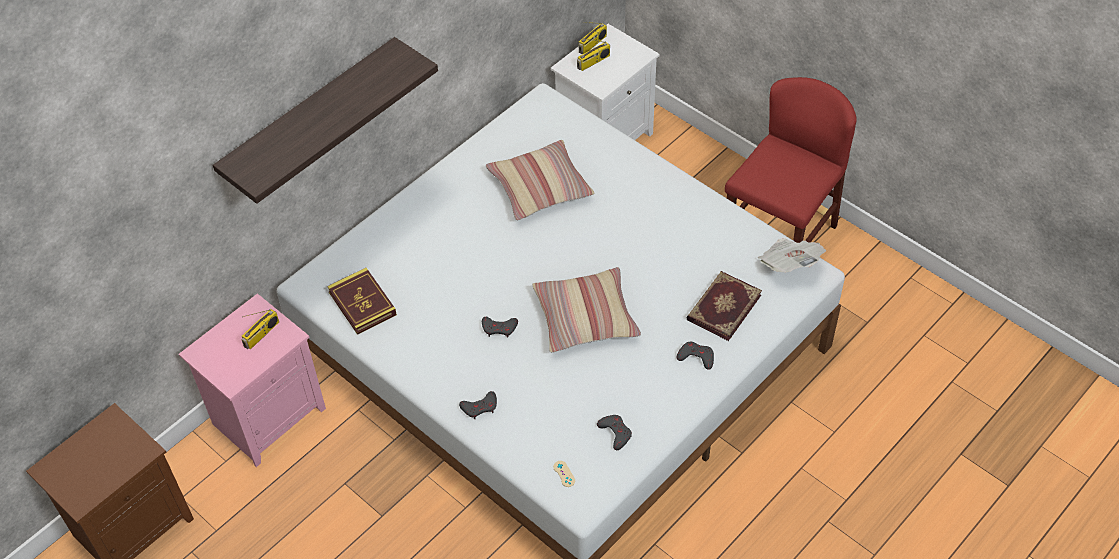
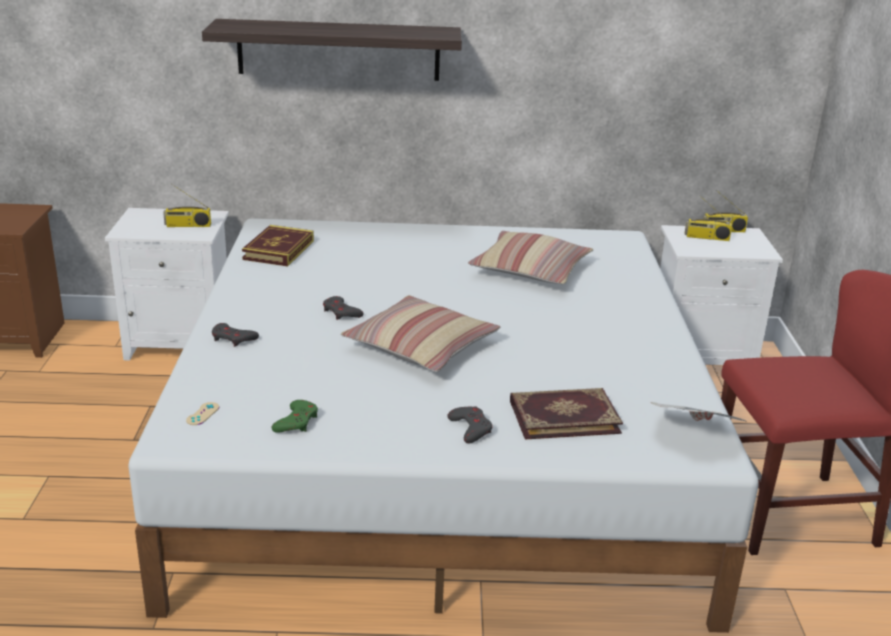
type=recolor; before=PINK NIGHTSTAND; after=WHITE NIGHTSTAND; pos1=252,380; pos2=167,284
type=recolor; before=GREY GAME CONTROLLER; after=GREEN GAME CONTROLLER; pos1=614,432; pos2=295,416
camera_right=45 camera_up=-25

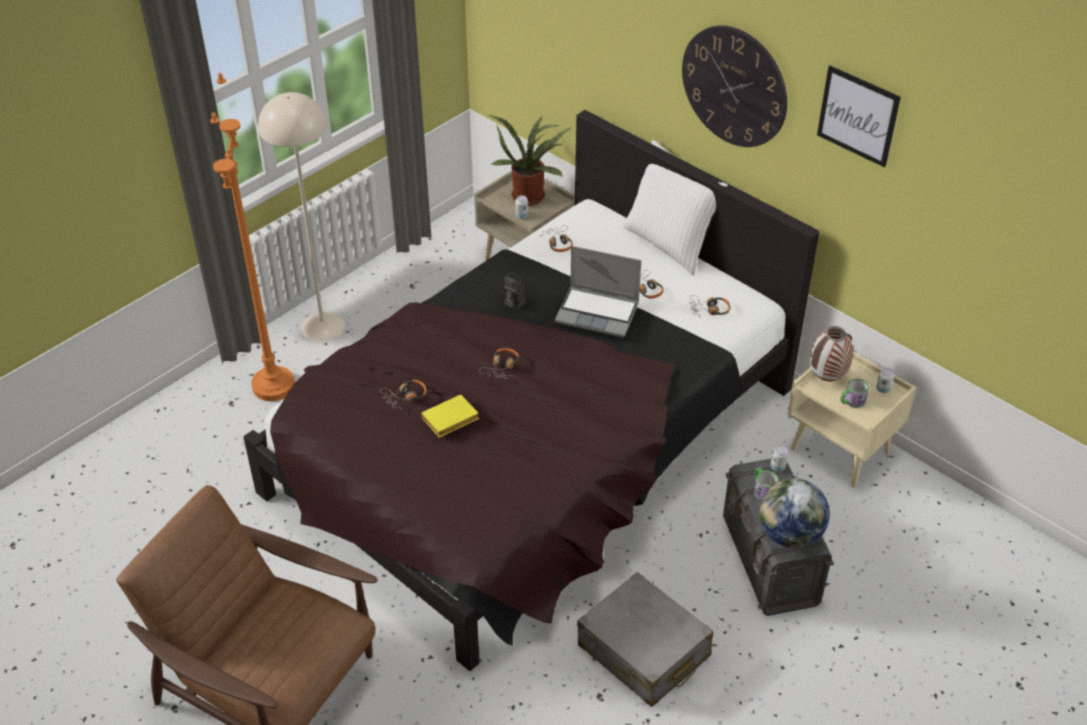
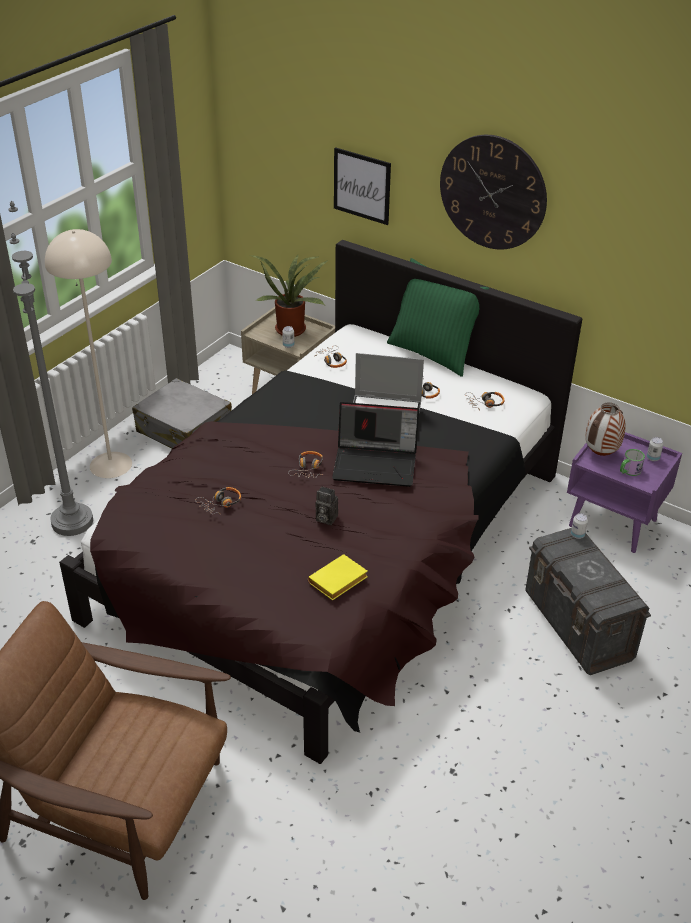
type=move; before=PICTURE; pos1=859,116; pos2=362,186
type=recolor; before=ORANGE FLOOR LAMP; after=GREY FLOOR LAMP; pos1=252,237; pos2=51,368
type=recolor; before=WHITE PILLOW; after=GREEN PILLOW; pos1=675,207; pos2=438,317
type=move; before=PHOTO CAMERA; pos1=515,291; pos2=326,505
type=recolor; before=BEIGE NIGHTSTAND; after=PURPLE NIGHTSTAND; pos1=852,419; pos2=624,492
type=move; before=YELLOW BOOK; pos1=450,416; pos2=338,577
type=delete; before=MUG; pos1=766,484
type=delete; before=GLOBE; pos1=794,513
type=move; before=GREY SUITCASE; pos1=645,639; pos2=182,413
type=insert; after=LAPTOP; pos2=375,444
camera_right=-10 camera_up=-5

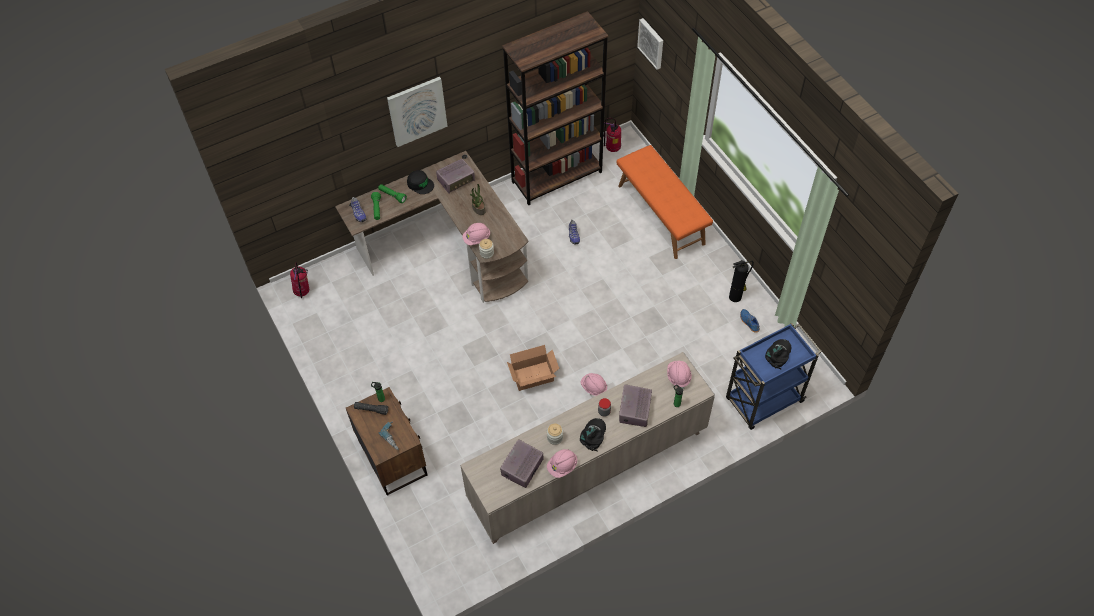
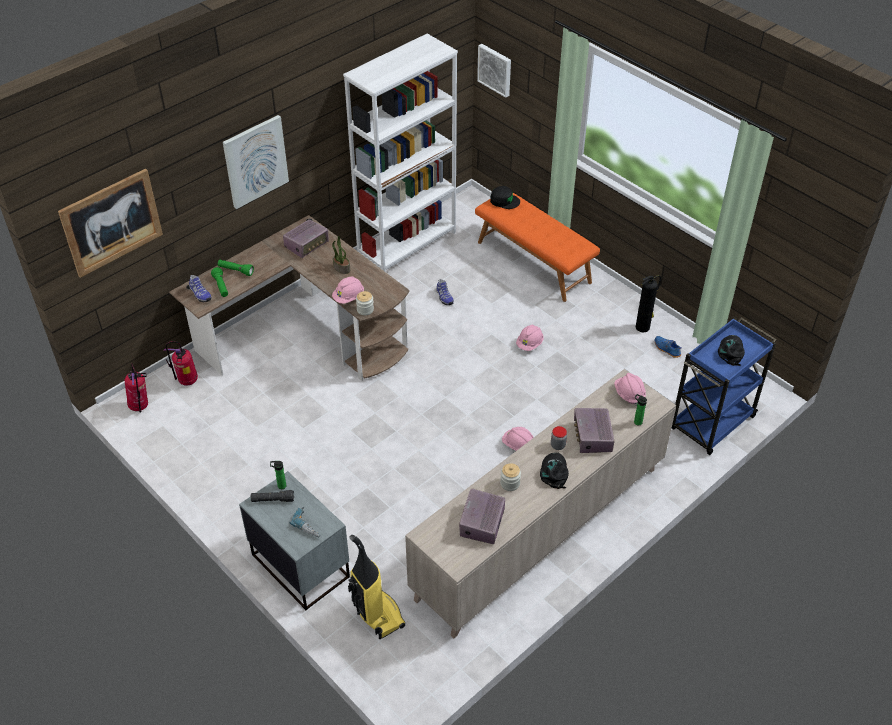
type=recolor; before=BROWN BOOKCASE; after=WHITE BOOKCASE; pos1=555,108; pos2=400,153
type=move; before=FIRE EXTINGUISHER; pos1=612,135; pos2=181,363
type=move; before=BLACK CAP; pos1=420,182; pos2=505,197
type=delete; before=CARDBOARD BOX; pos1=533,368
type=recolor; before=BROWN NIGHTSTAND; after=GREY NIGHTSTAND; pos1=386,441; pos2=294,541
type=move; before=PINK HARD HAT; pos1=562,463; pos2=530,338
type=insert; after=PICTURE; pos2=110,223
type=insert; after=VACUUM CLEANER; pos2=376,587
camera_right=-15 camera_up=-10

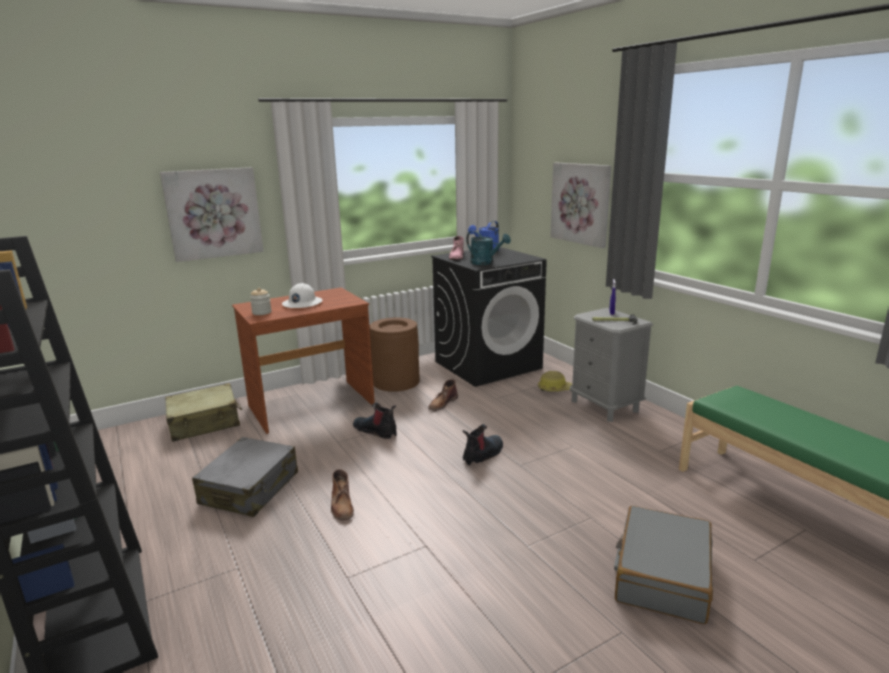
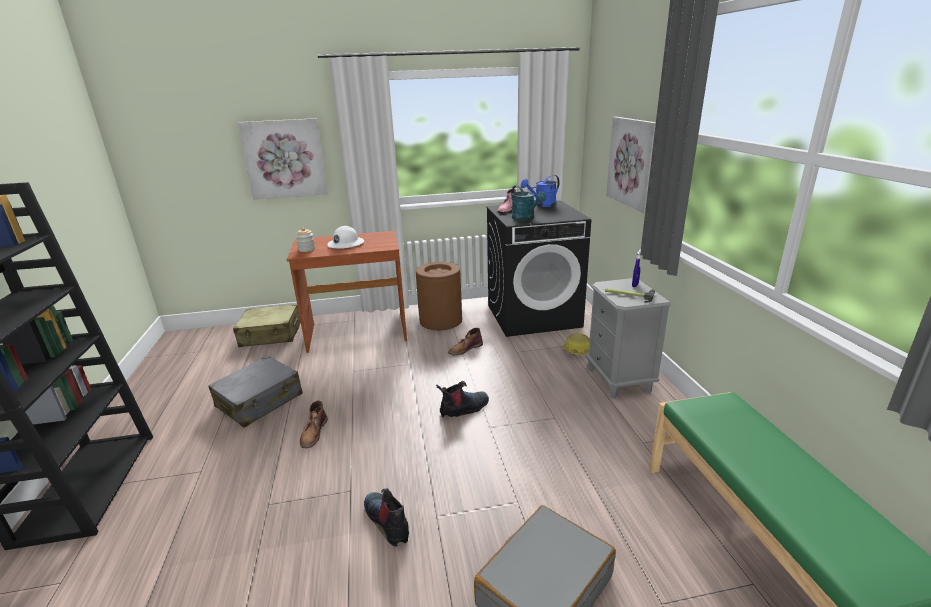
type=move; before=BOOT; pos1=375,421; pos2=386,517
camera_right=20 camera_up=5

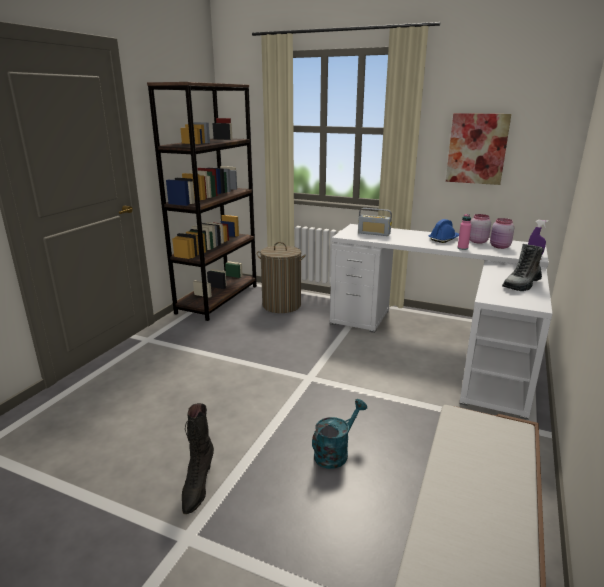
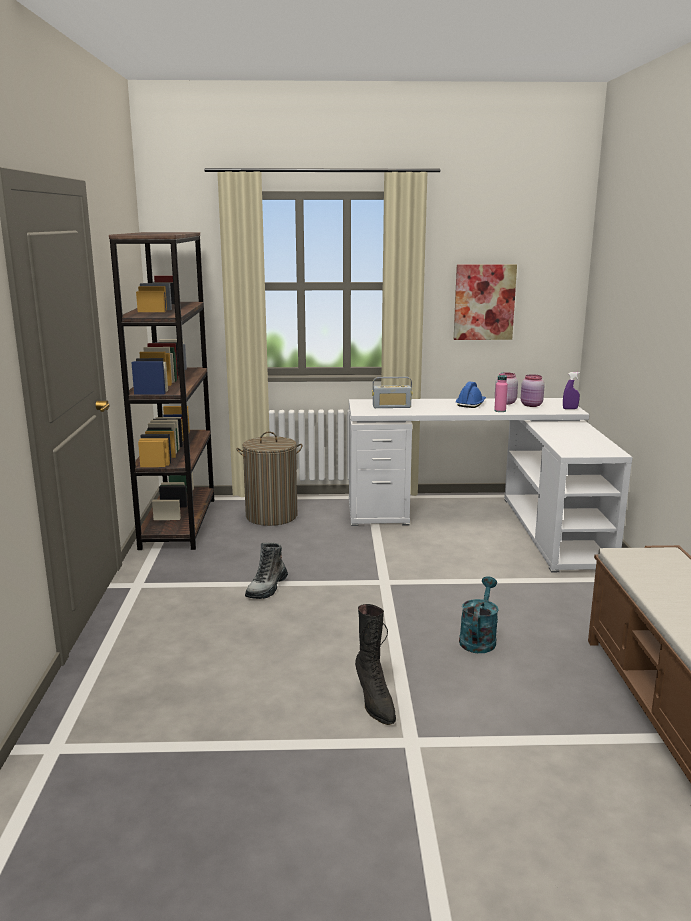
type=move; before=BOOT; pos1=523,267; pos2=266,570
camera_right=-25 camera_up=-5

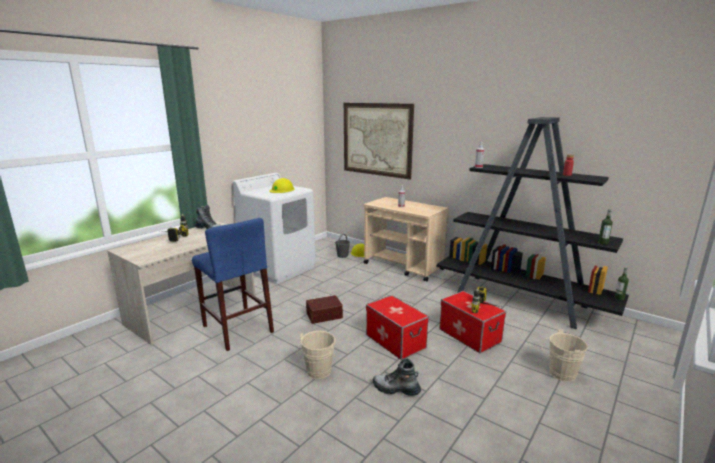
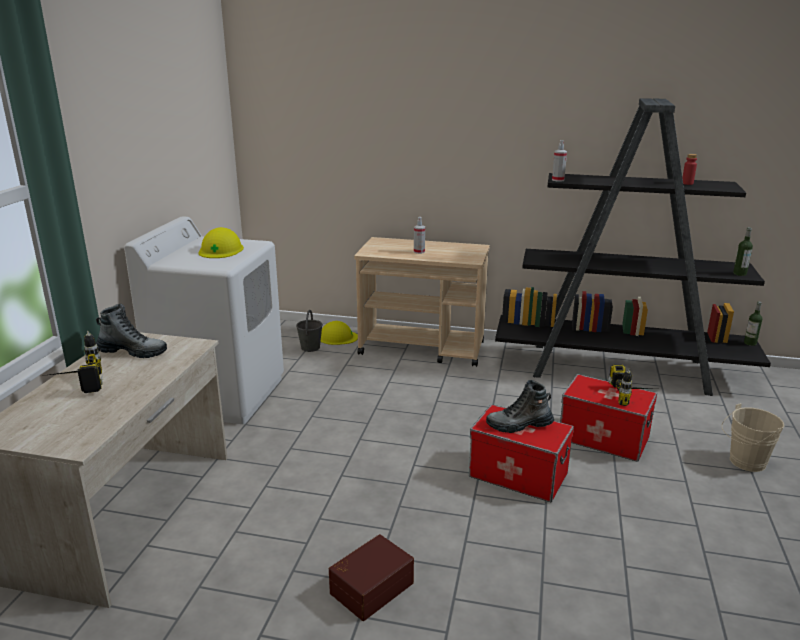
type=delete; before=PICTURE; pos1=379,141
type=delete; before=BLUE STOOL; pos1=233,284
type=move; before=BROWN STORAGE BOX; pos1=324,309; pos2=371,577
type=delete; before=BEIGE BUCKET; pos1=316,355
type=move; before=BOOT; pos1=397,377; pos2=520,406
camera_right=-25 camera_up=5

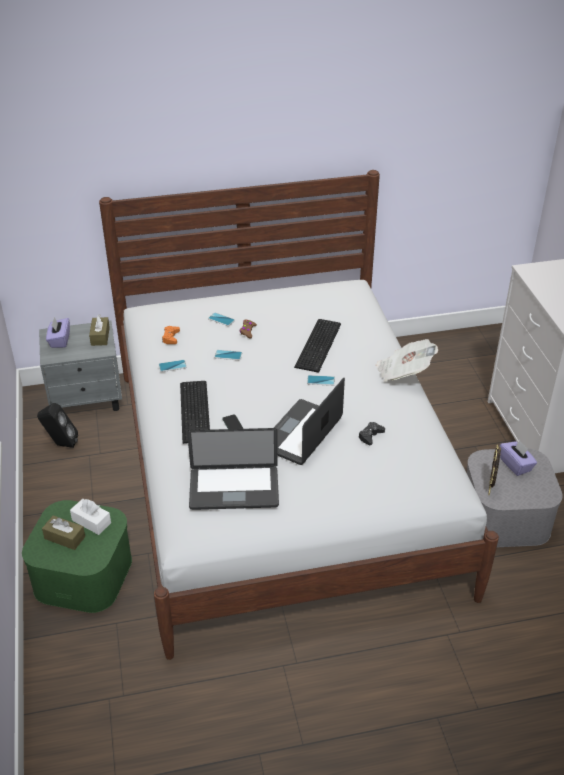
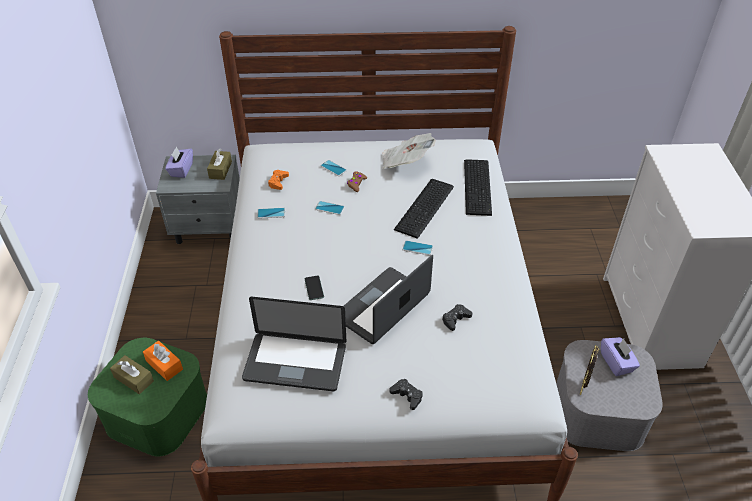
type=move; before=NEWSPAPER; pos1=407,360; pos2=409,151
type=move; before=KEYBOARD; pos1=195,412; pos2=478,187
type=delete; before=BLACK SPEAKER; pos1=57,425
type=recolor; before=WHITE TISSUE BOX; after=ORANGE TISSUE BOX; pos1=90,517; pos2=163,361
type=insert; after=BLACK GAME CONTROLLER; pos2=406,394
camera_right=10 camera_up=5

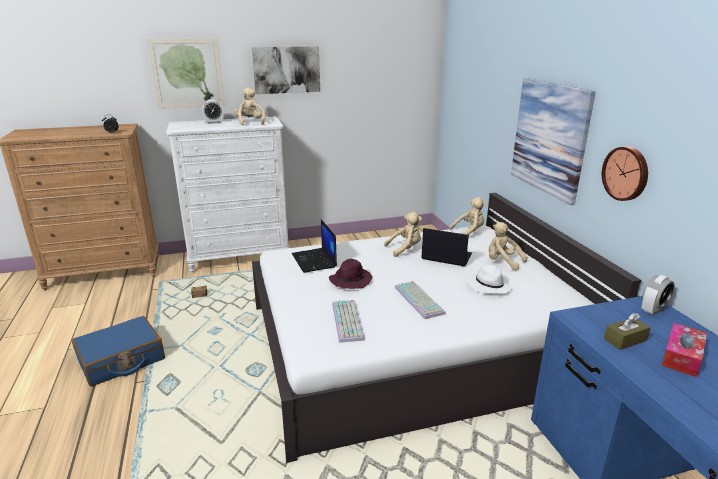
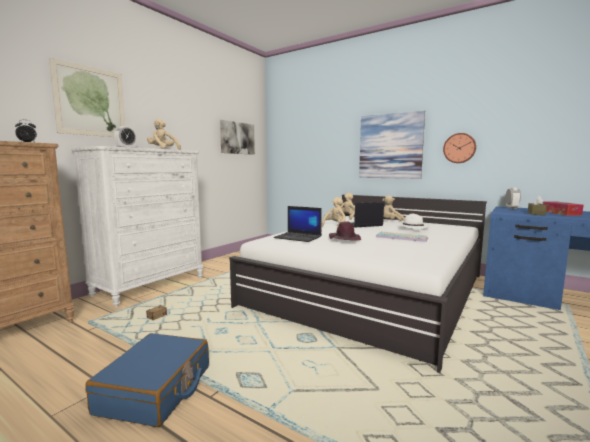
type=move; before=PICTURE; pos1=286,70; pos2=237,137
type=delete; before=KEYBOARD; pos1=348,321
camera_right=-40 camera_up=-15

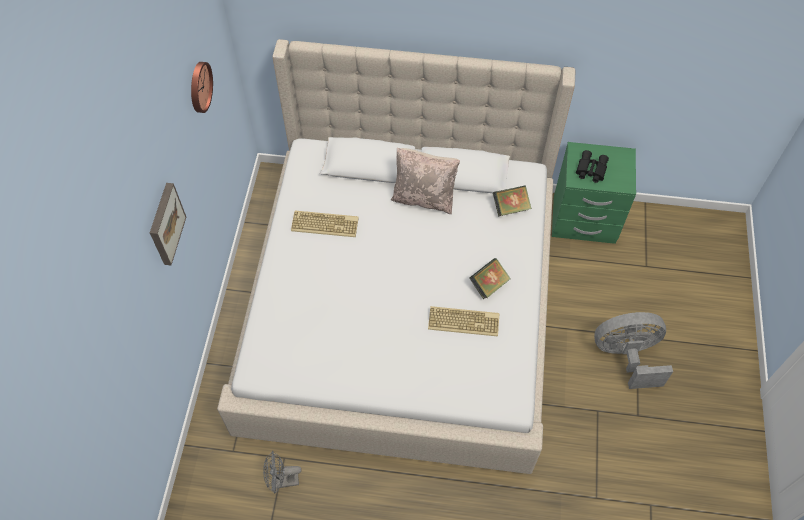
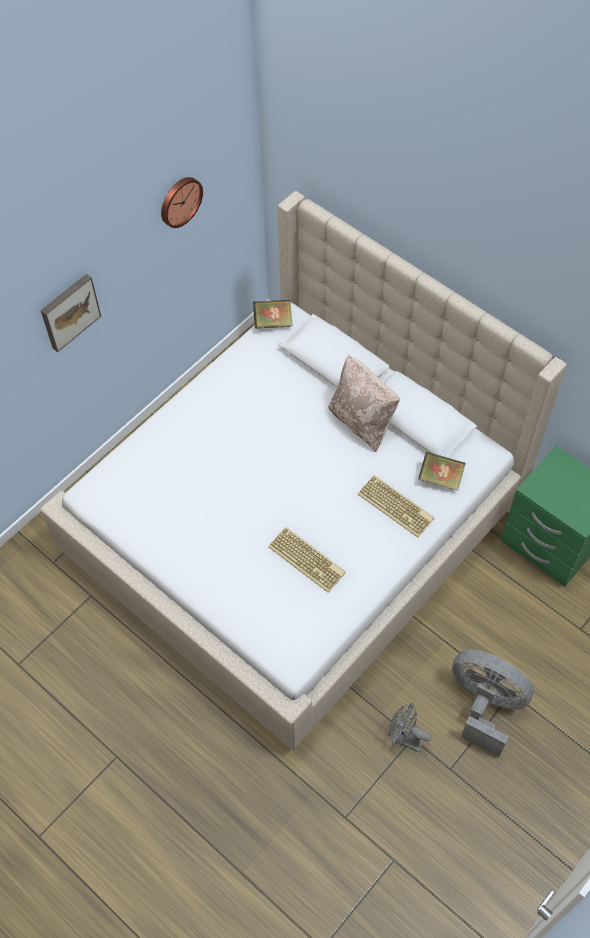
type=delete; before=BLACK BINOCULARS; pos1=592,166
type=move; before=KEYBOARD; pos1=325,224; pos2=395,506
type=move; before=BOOK; pos1=490,278; pos2=273,314
type=move; before=GREY FAN; pos1=282,472; pos2=409,727
camera_right=35 camera_up=0

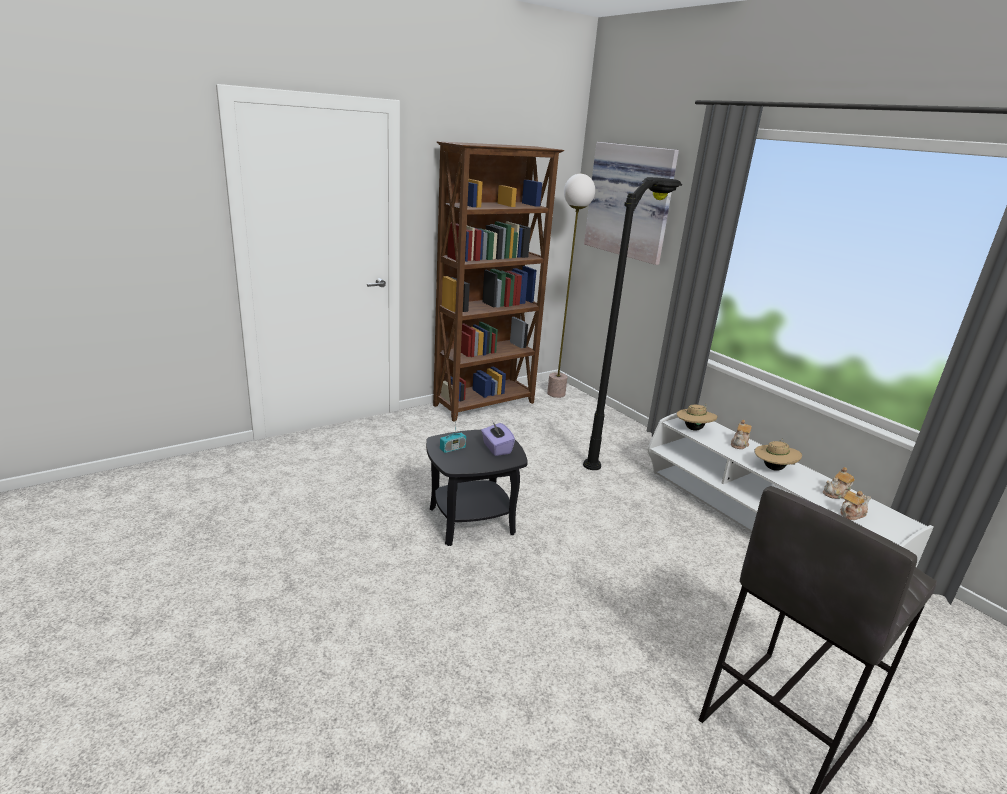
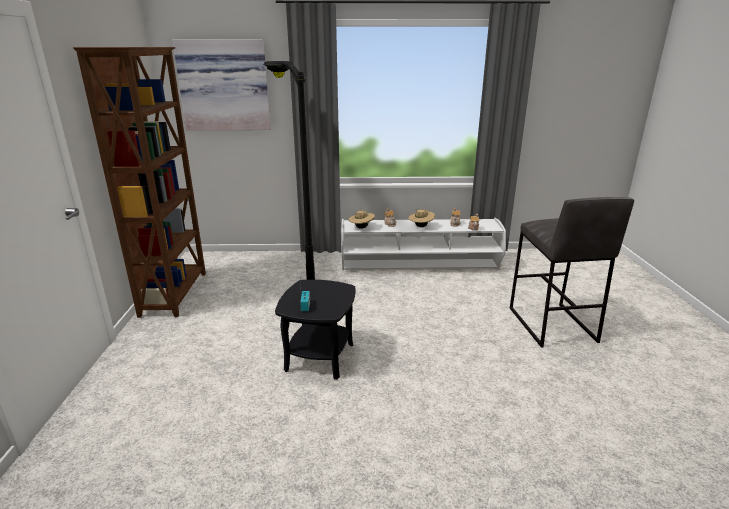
type=delete; before=FLOOR LAMP; pos1=571,286
type=delete; before=PURPLE TISSUE BOX; pos1=498,439
camera_right=-55 camera_up=0

